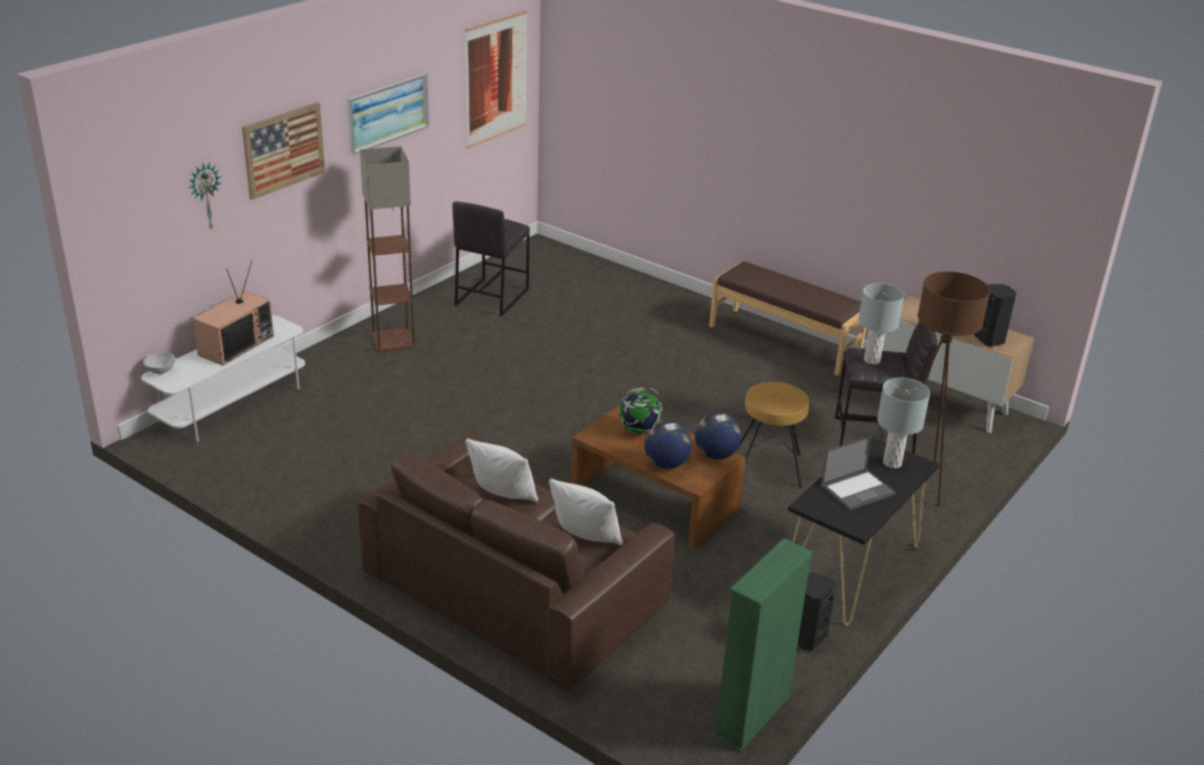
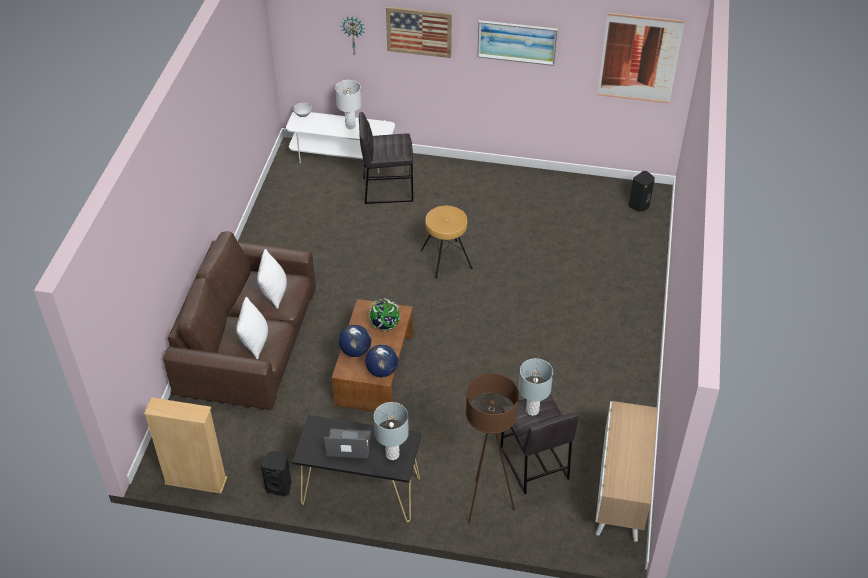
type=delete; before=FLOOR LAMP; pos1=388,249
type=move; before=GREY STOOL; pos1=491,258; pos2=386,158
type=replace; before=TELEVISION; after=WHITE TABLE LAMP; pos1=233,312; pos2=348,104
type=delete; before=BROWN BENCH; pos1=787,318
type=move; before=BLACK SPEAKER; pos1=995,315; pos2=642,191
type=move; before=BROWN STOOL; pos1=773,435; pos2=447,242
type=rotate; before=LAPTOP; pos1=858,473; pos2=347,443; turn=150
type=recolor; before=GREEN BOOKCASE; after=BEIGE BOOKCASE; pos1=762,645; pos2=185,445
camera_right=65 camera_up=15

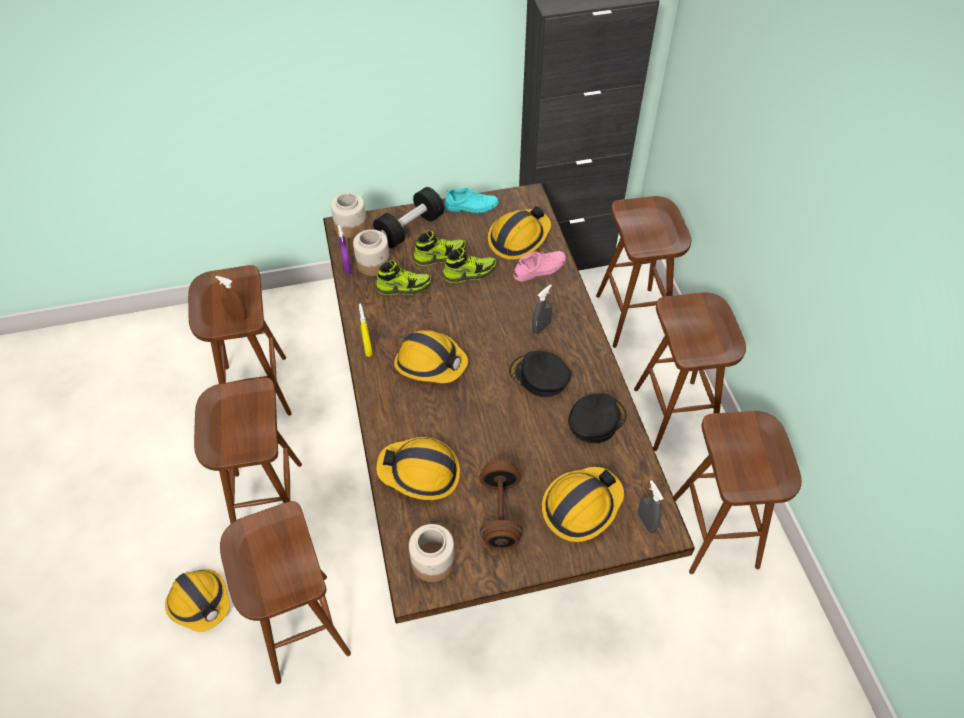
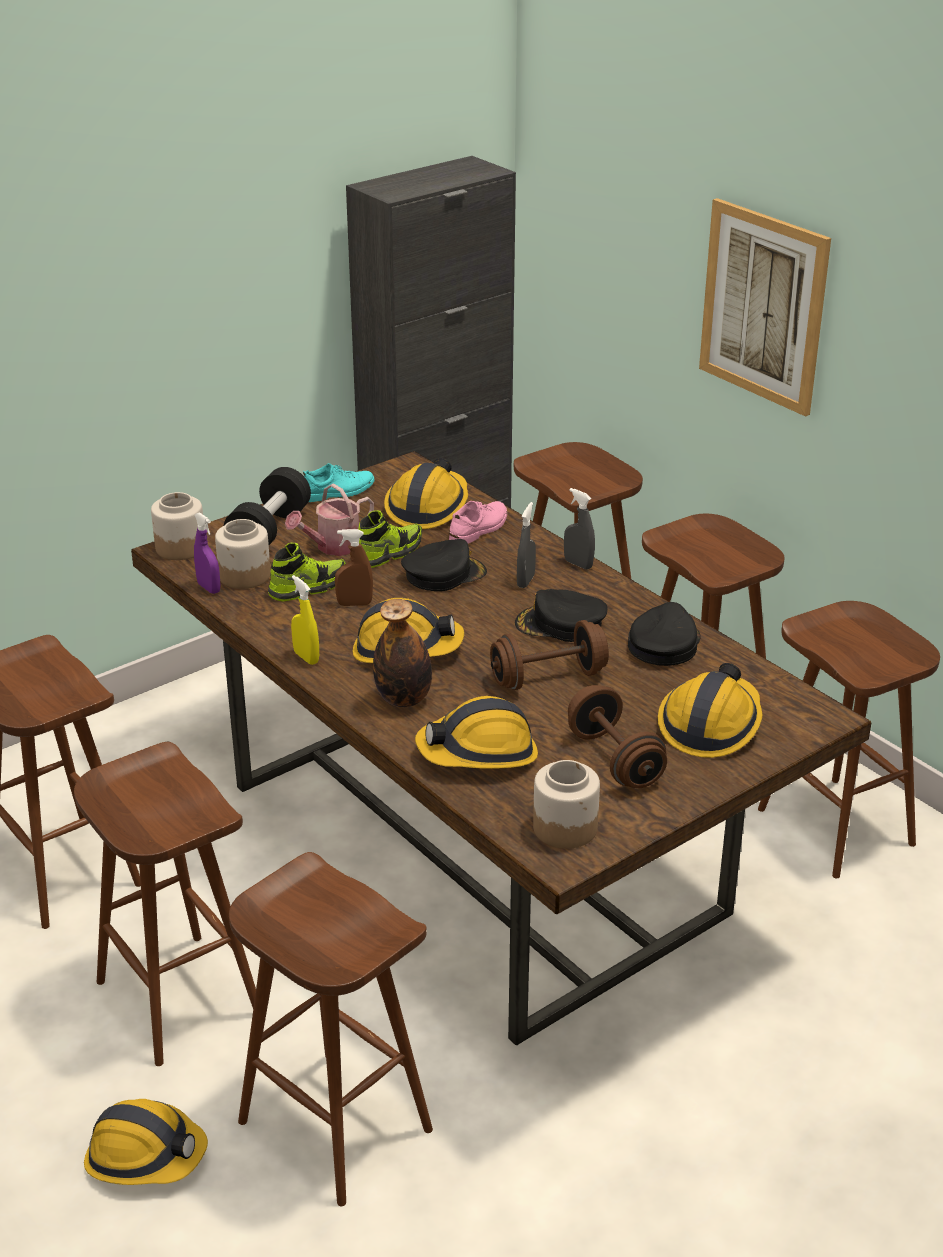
type=replace; before=SHOE; after=WATERING CAN; pos1=439,248; pos2=329,519
type=move; before=BROWN SPRAY BOTTLE; pos1=231,297; pos2=354,567
type=move; before=GREY SPRAY BOTTLE; pos1=650,506; pos2=579,529
type=insert; after=PICTURE; pos2=765,307
type=insert; after=BLACK CAP; pos2=444,565
type=insert; after=BOTTLE; pos2=402,653
type=insert; after=BROWN DUMBBELL; pos2=549,655
camera_right=-25 camera_up=-20

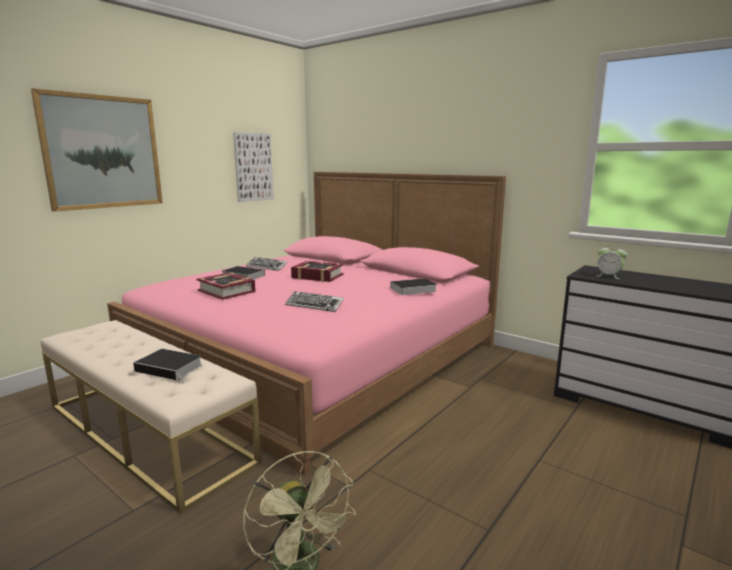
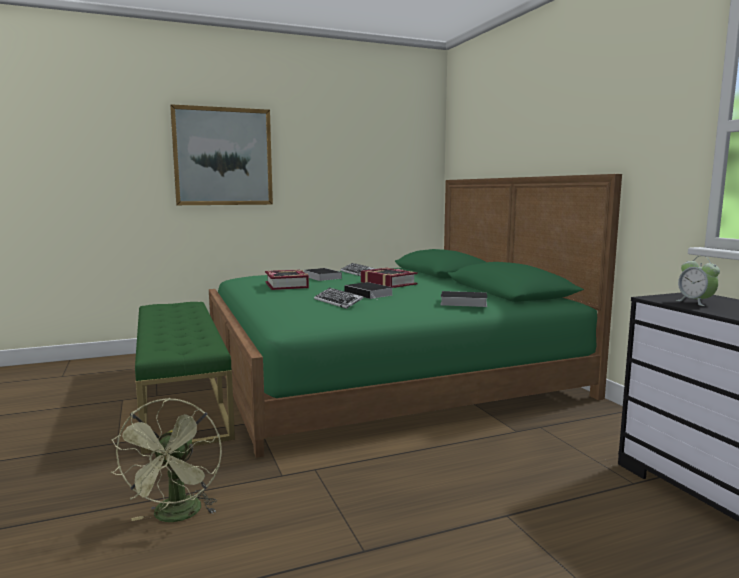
type=delete; before=PICTURE; pos1=253,167
type=recolor; before=PINK BED; after=GREEN BED; pos1=306,324; pos2=415,316
type=recolor; before=BEIGE BENCH; after=GREEN BENCH; pos1=151,417; pos2=185,378
type=move; before=BOOK; pos1=167,365; pos2=368,290
camera_right=30 camera_up=-5

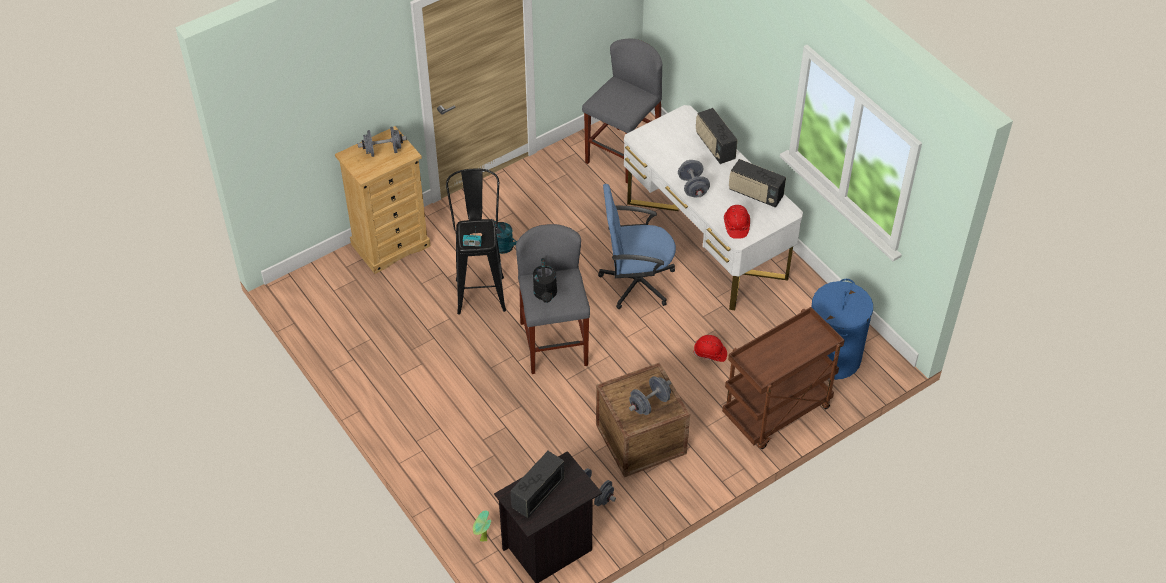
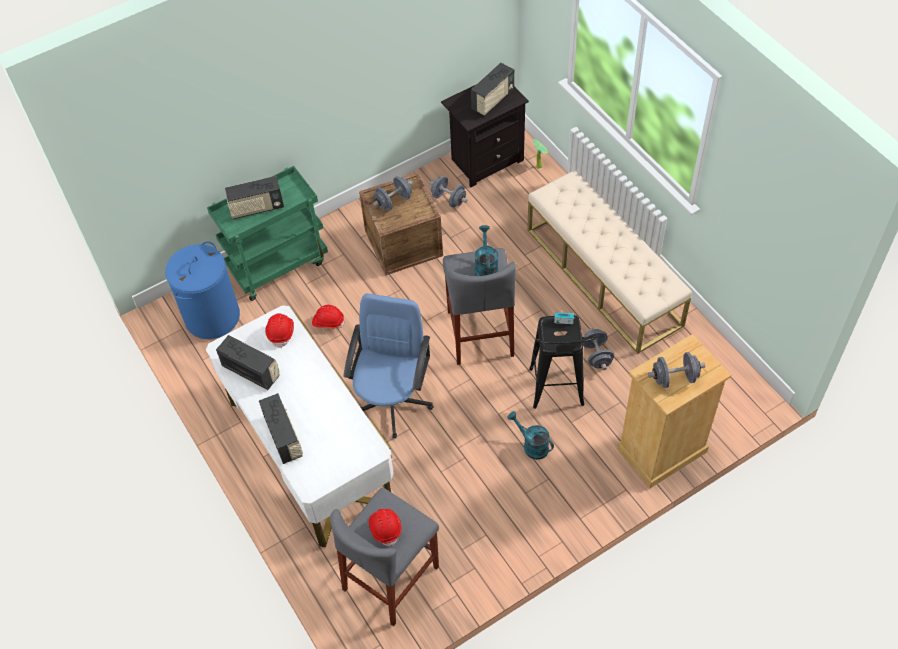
type=move; before=GREY DUMBBELL; pos1=694,179; pos2=598,349
type=rotate; before=BLUE OFFICE CHAIR; pos1=637,246; pos2=388,366; turn=-75
type=recolor; before=BLACK WATERING CAN; after=TURQUOISE WATERING CAN; pos1=545,280; pos2=486,250
type=recolor; before=BROWN CART; after=GREEN CART; pos1=783,378; pos2=267,233
type=insert; after=BEIGE BENCH; pos2=609,262
type=insert; after=RADIO; pos2=254,197
type=insert; after=RED HARD HAT; pos2=385,527
camera_right=-175 camera_up=5

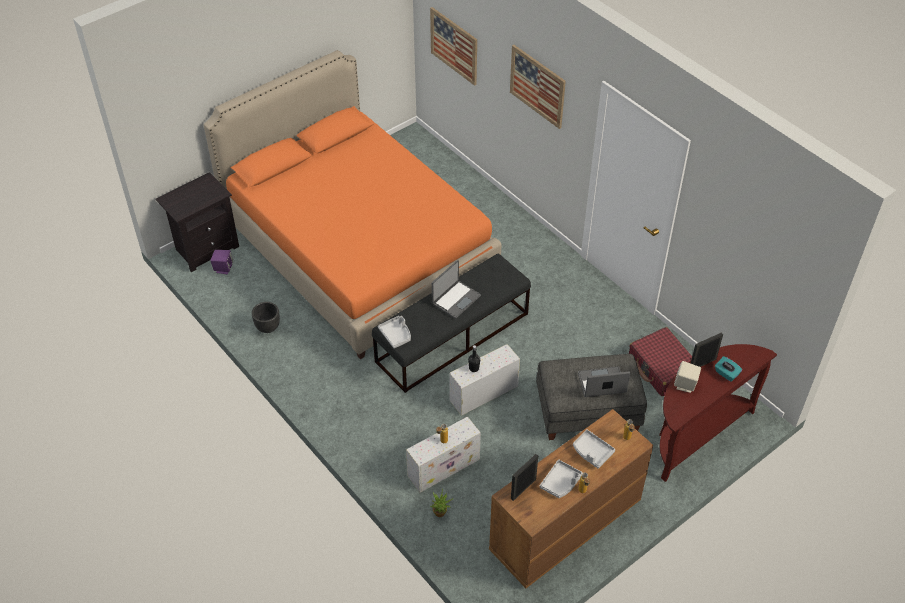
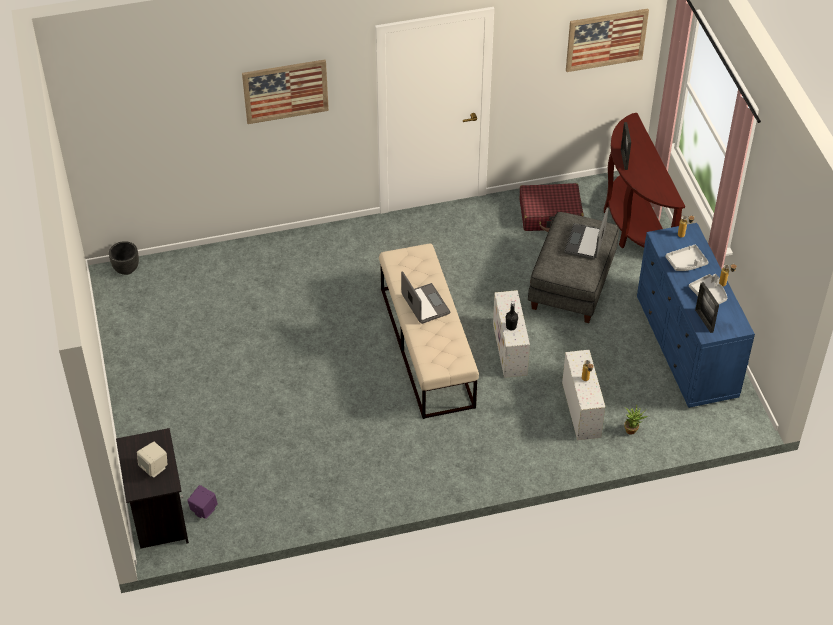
type=move; before=PICTURE; pos1=453,46; pos2=607,40
type=delete; before=ORANGE BED; pos1=353,204
type=recolor; before=BLACK BENCH; after=BEIGE BENCH; pos1=451,323; pos2=429,331
type=move; before=BLACK PLANTER; pos1=266,317; pos2=124,258
type=delete; before=GREY TRAY; pos1=394,332
type=delete; before=TURQUOISE TISSUE BOX; pos1=728,369
type=move; before=BEIGE SPEAKER; pos1=687,377; pos2=152,460
type=recolor; before=BROWN DRESSER; after=BLUE DRESSER; pos1=571,498; pos2=696,315
camera_right=-65 camera_up=0

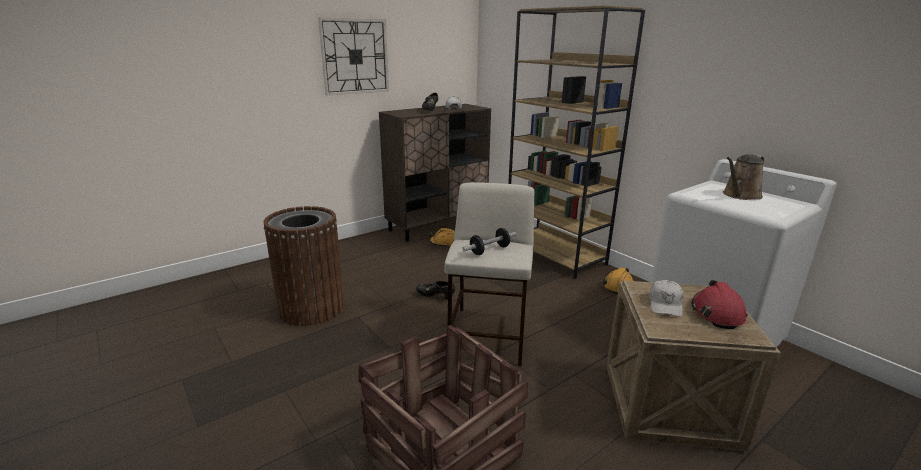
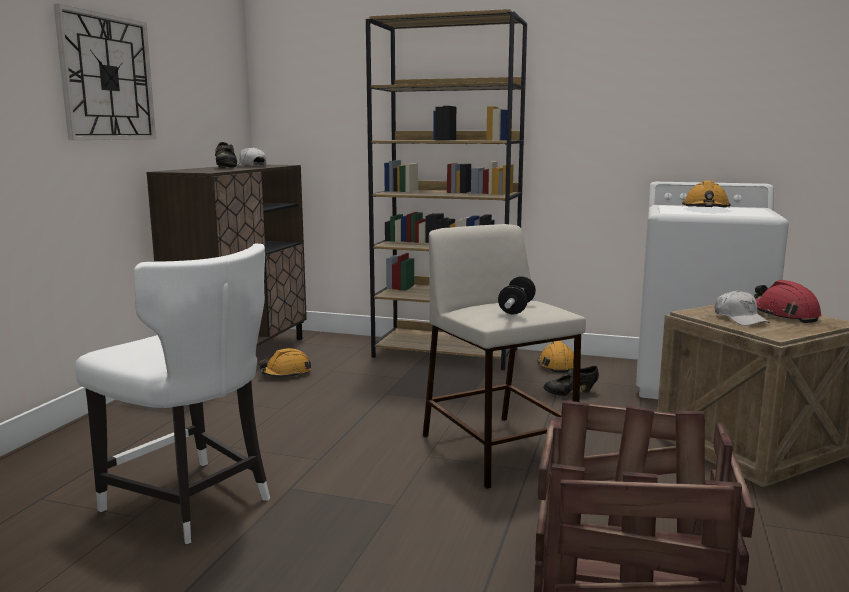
type=replace; before=BROWN WATERING CAN; after=ORANGE HARD HAT; pos1=743,177; pos2=706,194
type=replace; before=BROWN TRASH CAN; after=WHITE CHAIR; pos1=304,266; pos2=172,394
type=move; before=BLACK SHOE; pos1=435,290; pos2=571,381
camera_right=-35 camera_up=-10

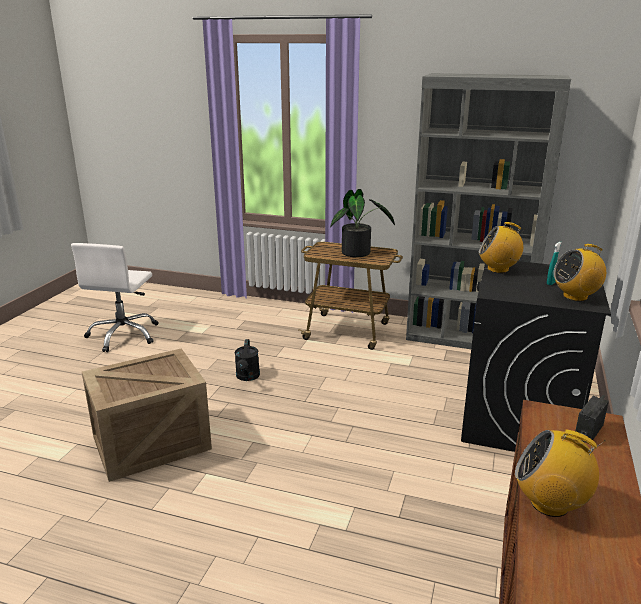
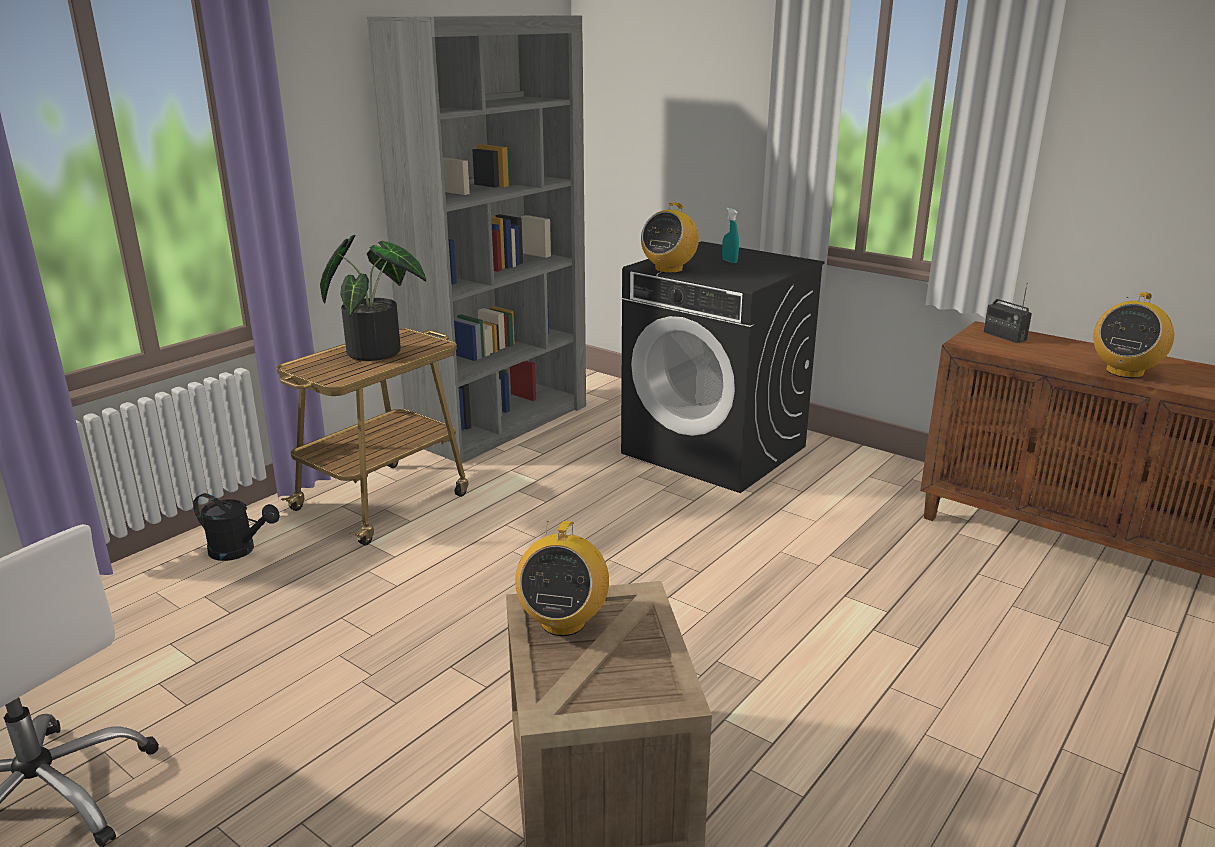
type=move; before=RADIO; pos1=579,272; pos2=562,578
type=move; before=BLACK WATERING CAN; pos1=247,360; pos2=236,527
camera_right=-70 camera_up=0

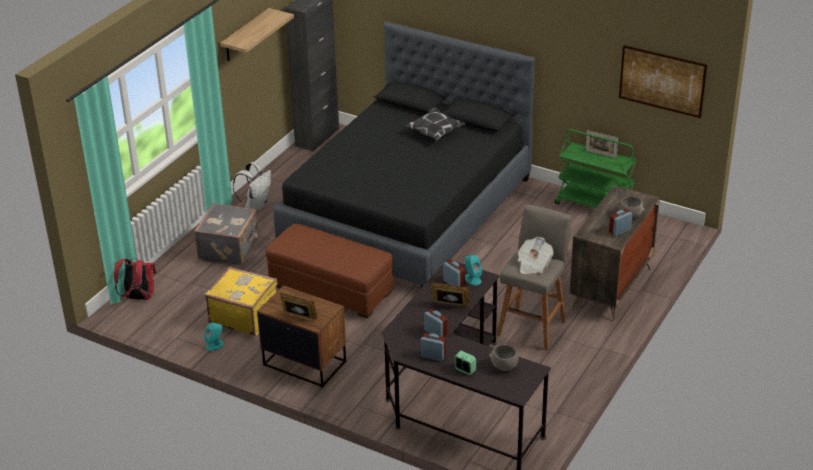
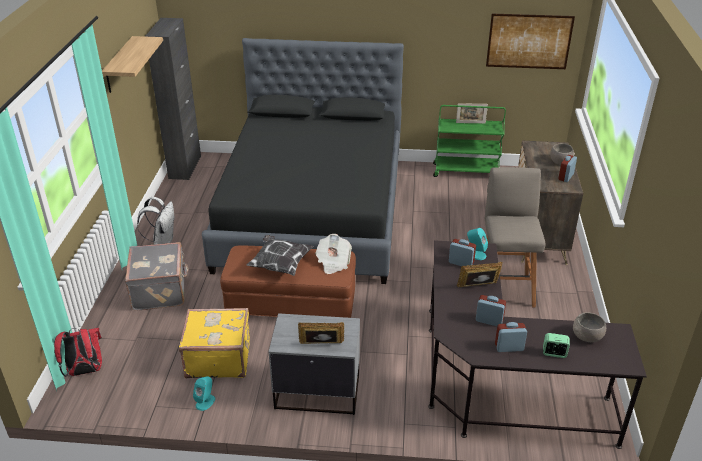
type=move; before=PILLOW; pos1=435,124; pos2=280,255
type=move; before=NEWSPAPER; pos1=536,255; pos2=333,254
type=recolor; before=BROWN NIGHTSTAND; after=GREY NIGHTSTAND; pos1=301,336; pos2=314,364
camera_right=-25 camera_up=0

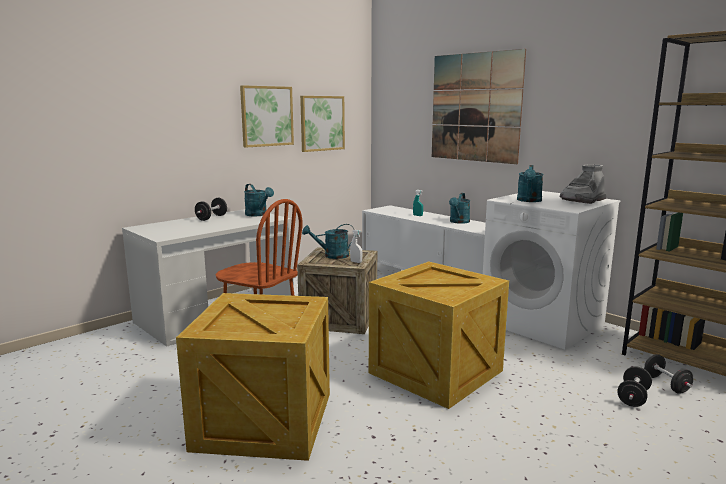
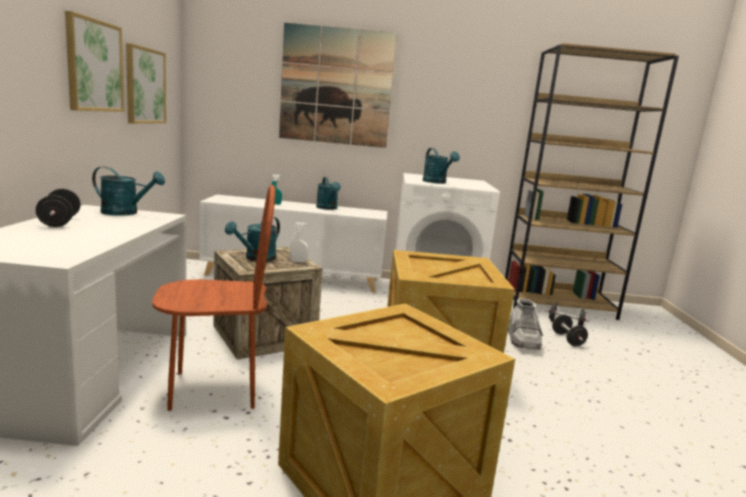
type=move; before=GREY BOOT; pos1=583,184; pos2=525,323
camera_right=-45 camera_up=0

